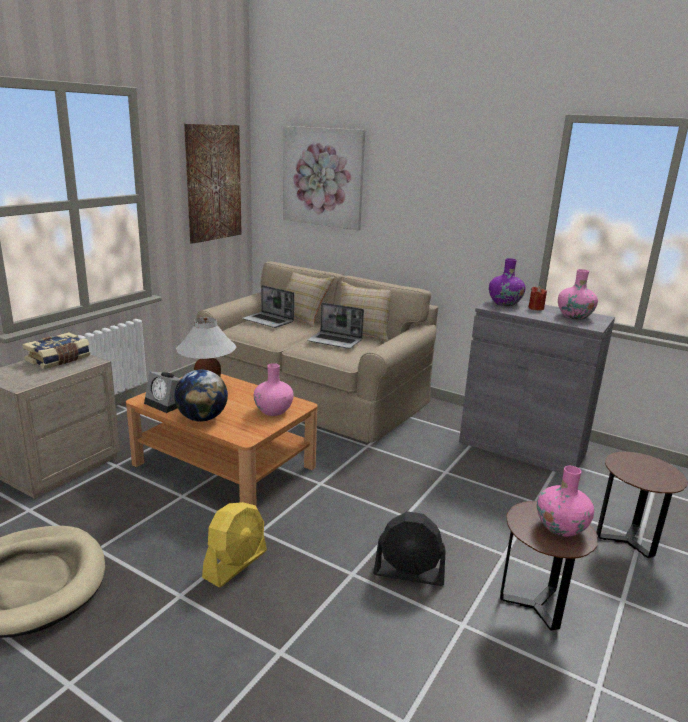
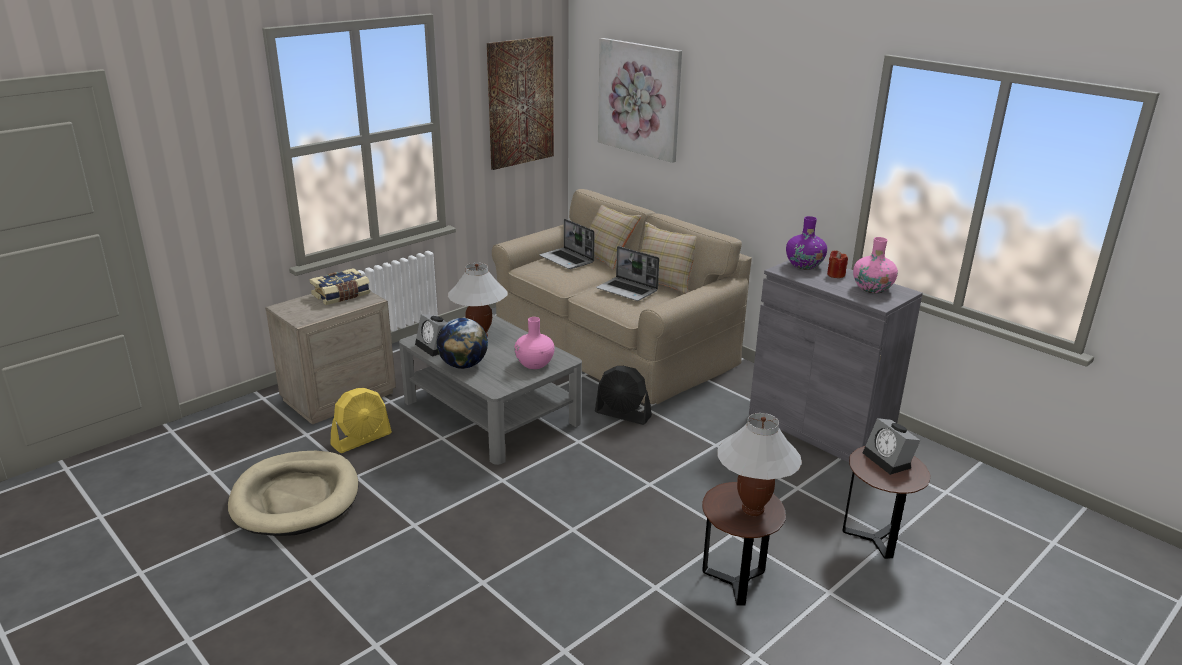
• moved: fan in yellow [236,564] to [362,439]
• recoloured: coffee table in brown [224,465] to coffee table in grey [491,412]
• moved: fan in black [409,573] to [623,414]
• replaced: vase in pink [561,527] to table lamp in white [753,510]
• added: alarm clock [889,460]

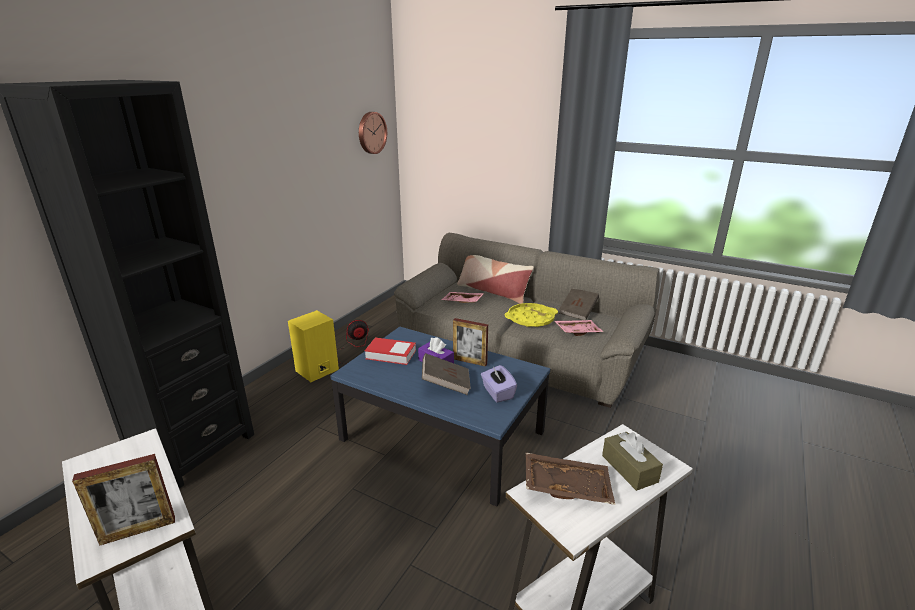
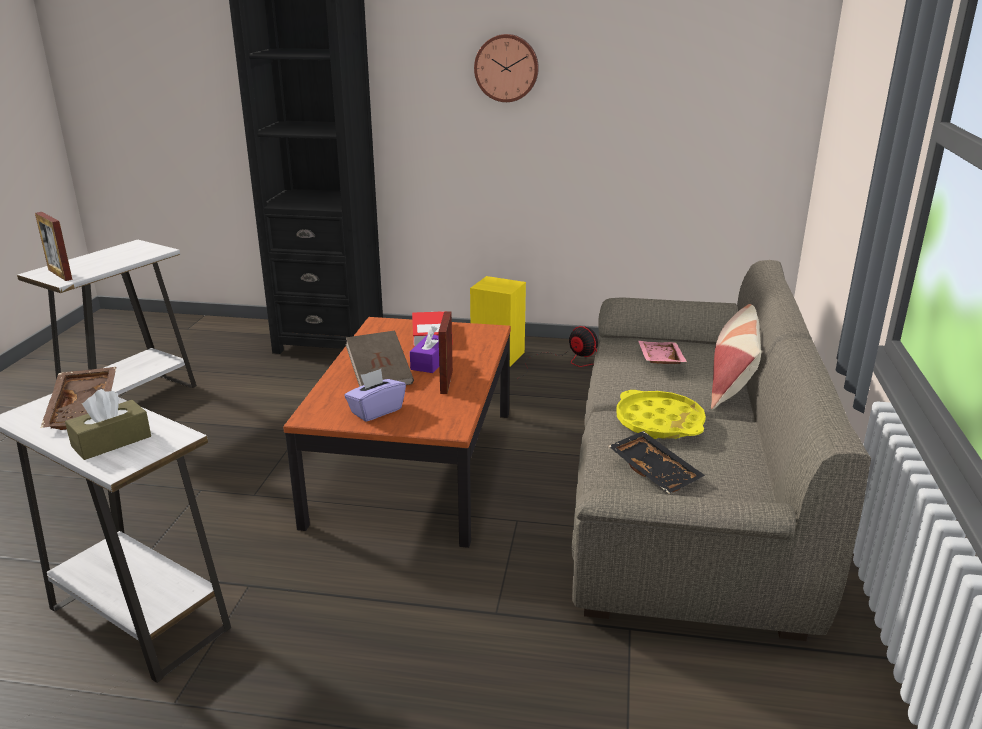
• recoloured: coffee table in blue [443,436] to coffee table in brown [415,466]
• moved: wall clock [371,132] to [506,68]
• recoloured: tray in pink [577,331] to tray in black [655,471]
• removed: book in brown [578,311]

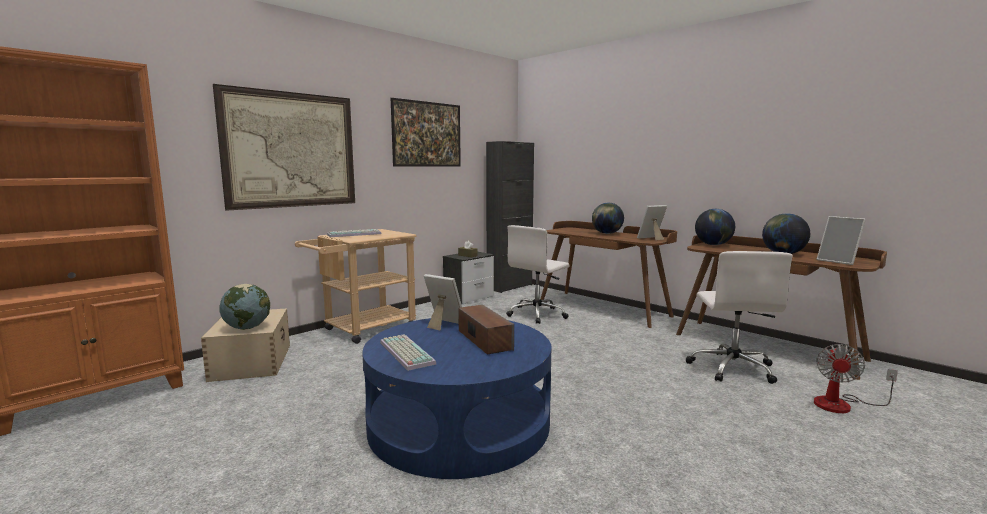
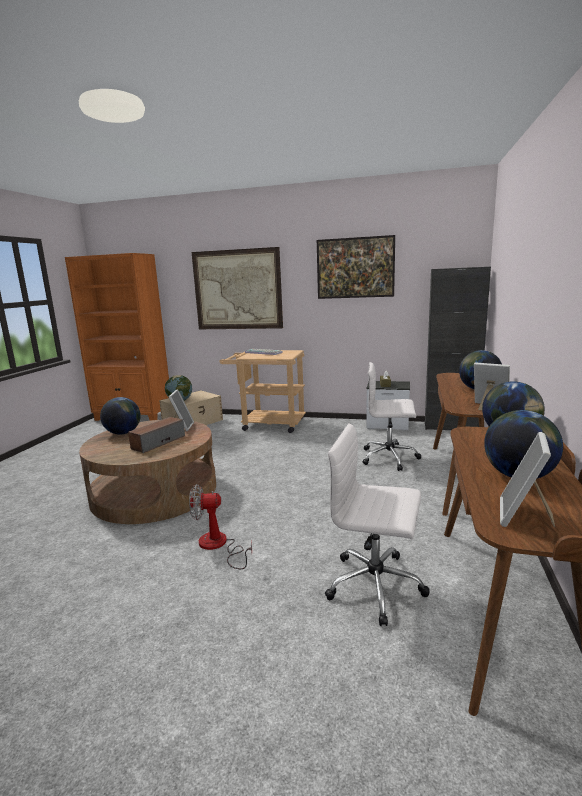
• recoloured: coffee table in blue [459,422] to coffee table in brown [155,491]
• replaced: keyboard [404,353] to globe [123,433]
• moved: fan [842,404] to [218,546]
• turned: office chair in white [732,368] = [377,586] 45 degrees clockwise

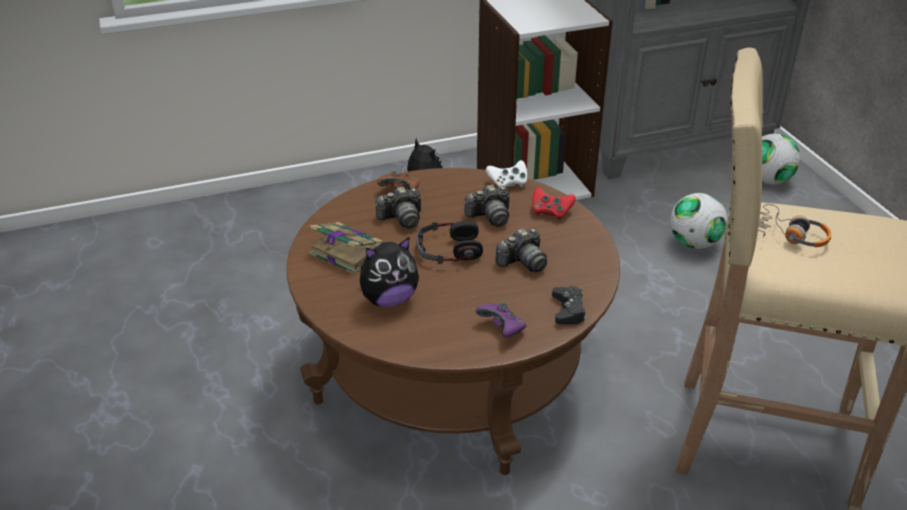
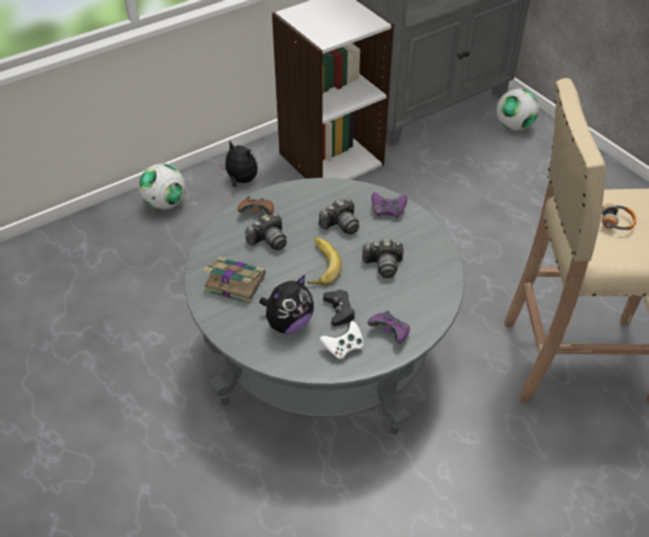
• moved: football [694,243] to [165,203]
• recoloured: coffee table in brown [453,369] to coffee table in grey [324,348]
• replaced: headphones [448,250] to banana [319,265]
• moved: game controller in white [508,183] to [343,347]
• moved: game controller in black [568,310] to [339,310]
• turned: photo camera [523,262] = [383,265] 45 degrees clockwise
• recoloured: game controller in red [550,212] to game controller in purple [388,211]

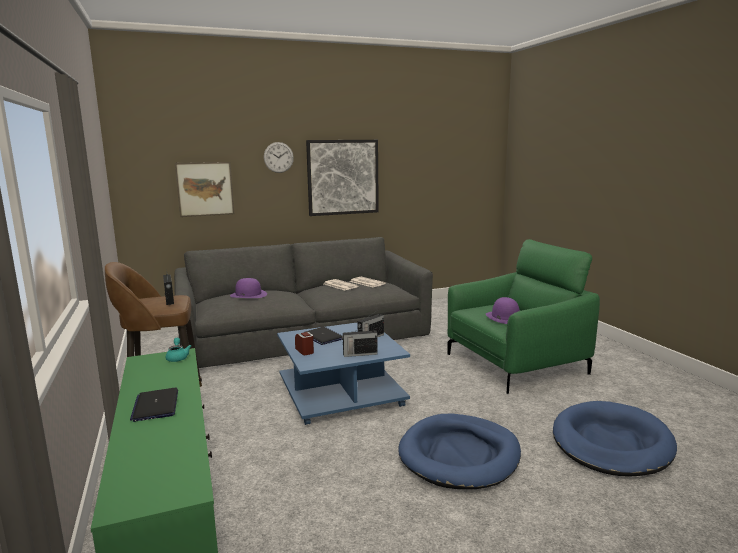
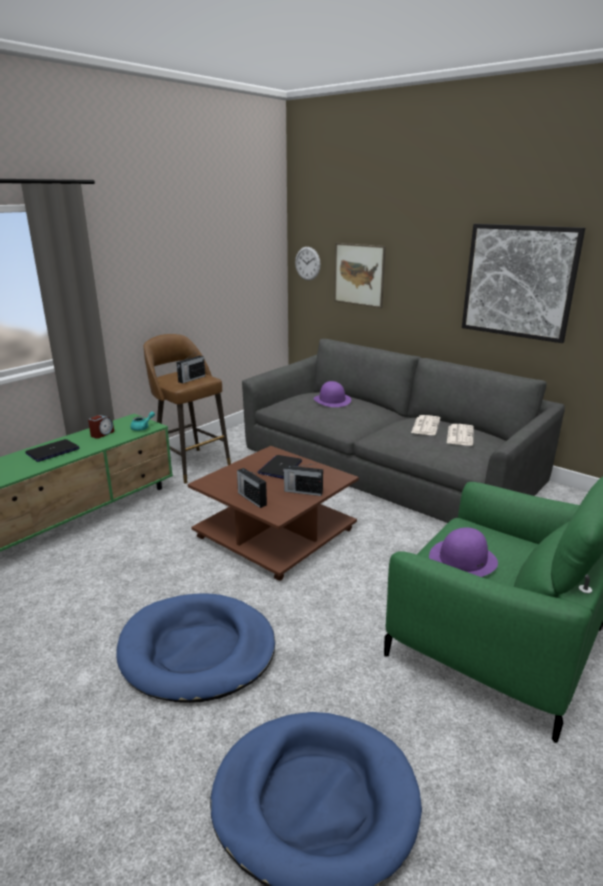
• moved: alarm clock [305,351] to [102,434]
• recoloured: coffee table in blue [342,392] to coffee table in brown [277,533]
• moved: wall clock [278,157] to [307,263]

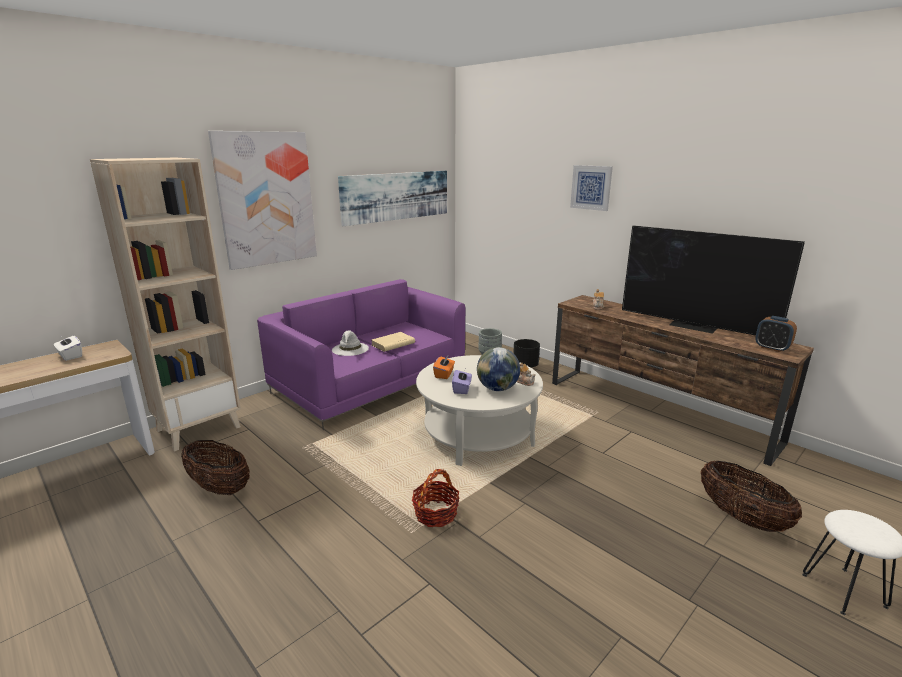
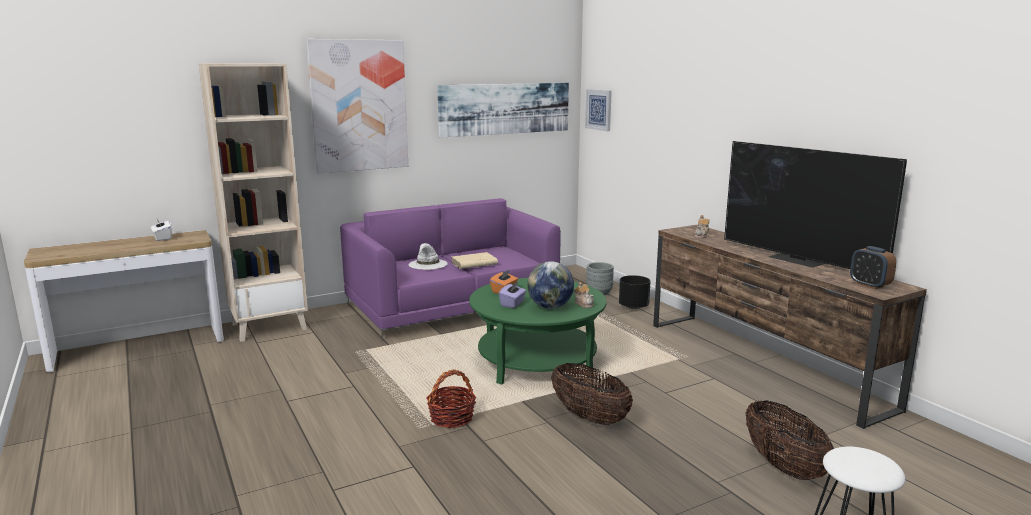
• recoloured: coffee table in white [478,434] to coffee table in green [537,361]
• moved: basket [219,487] to [589,417]
• moved: picture [591,187] to [599,109]

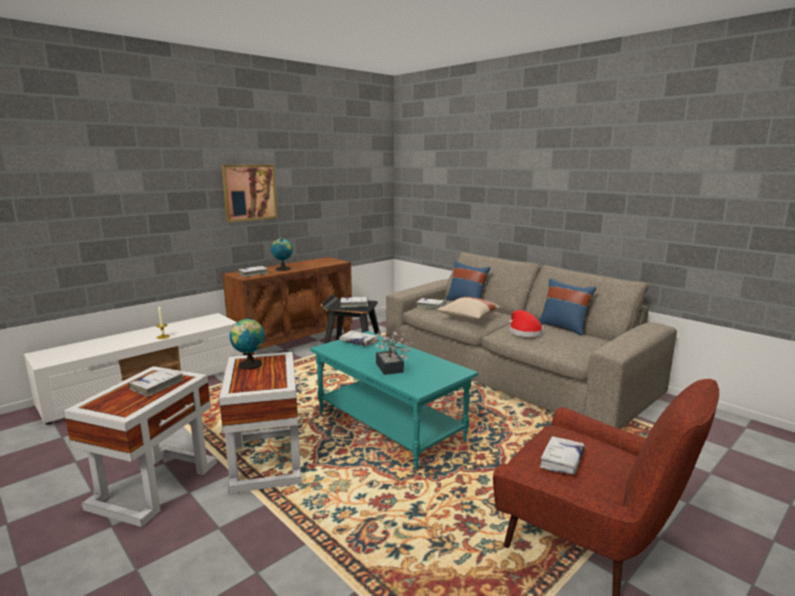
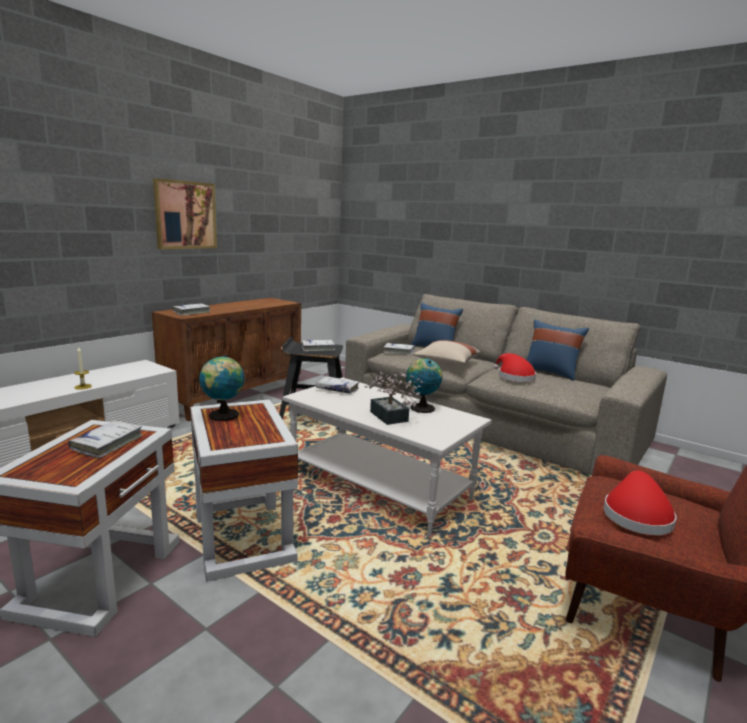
• recoloured: coffee table in turquoise [390,425] to coffee table in white [380,486]
• moved: globe [282,269] to [421,408]
• replaced: book in white [562,460] to hat in red [636,515]

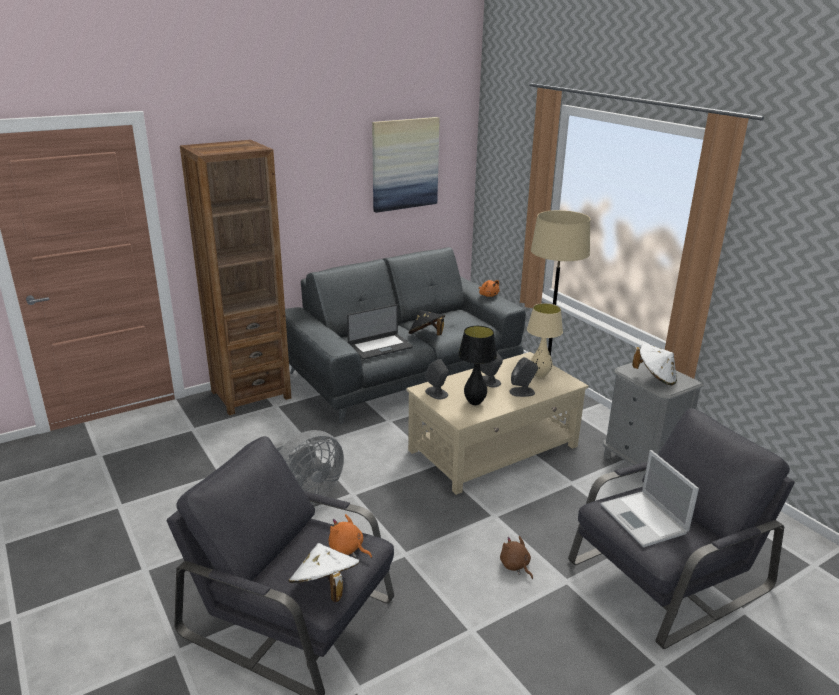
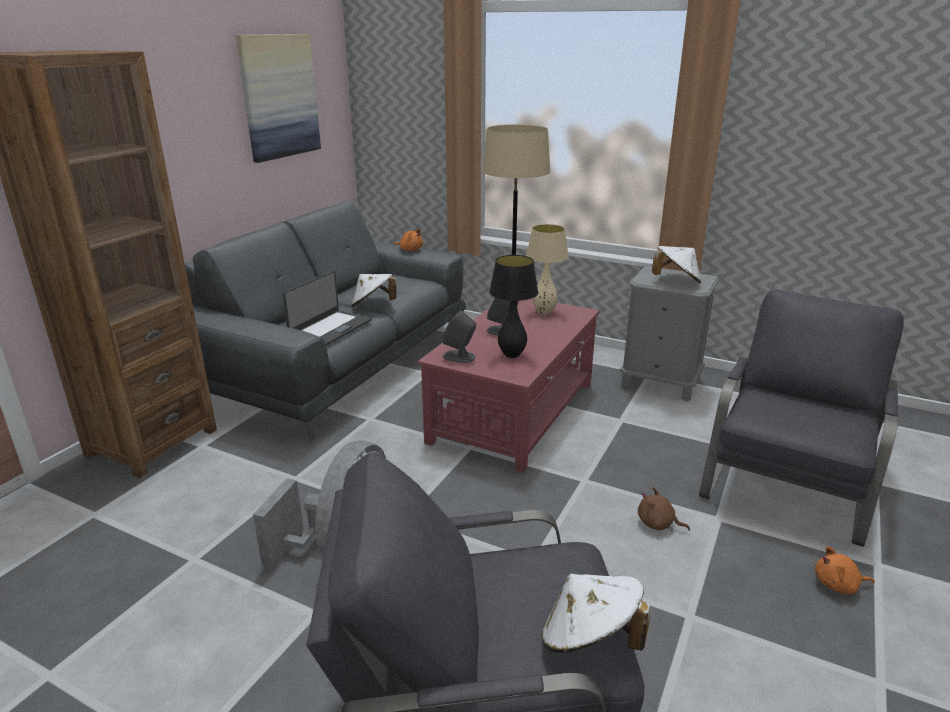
• recoloured: hat in black [426,336] to hat in white [373,305]
• recoloured: coffee table in beige [494,448] to coffee table in red [514,411]
• moved: plush toy in orange [348,549] to [838,585]
• removed: speaker in grey [522,392]
• removed: laptop [644,520]

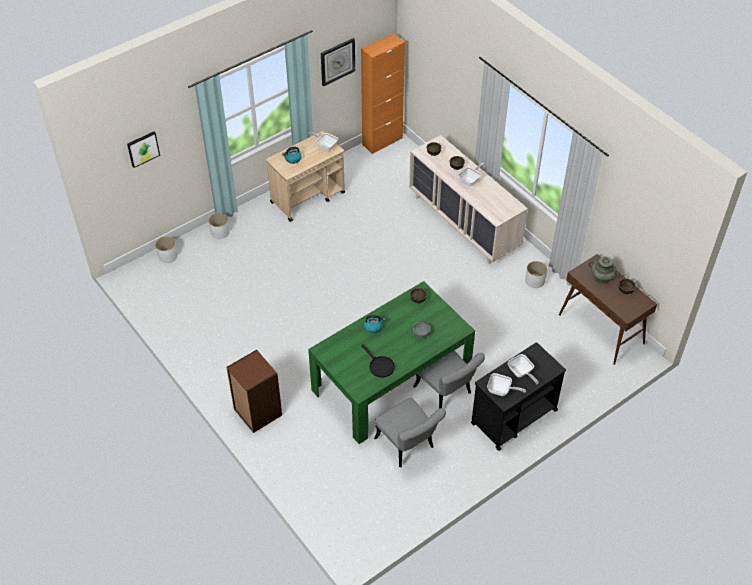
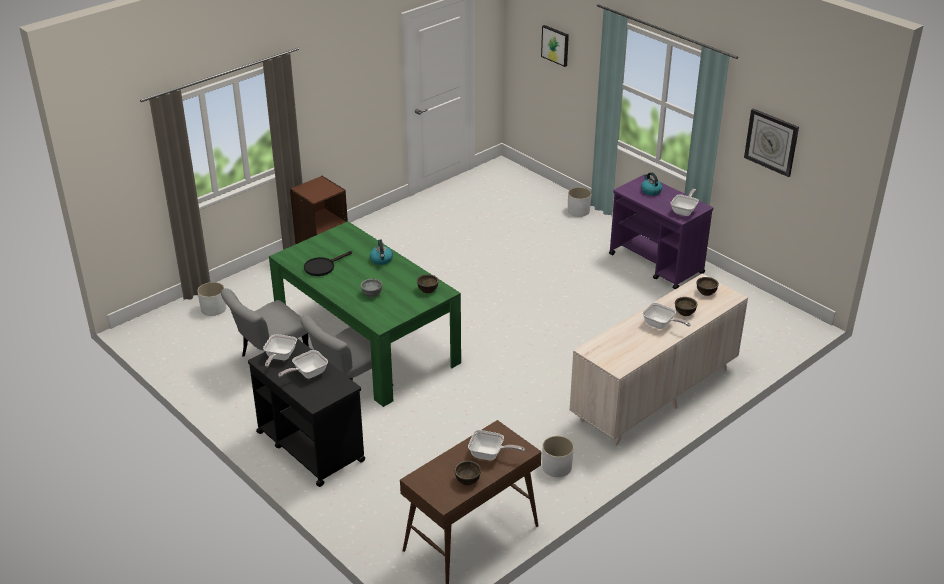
• moved: planter in white [168,256] to [213,308]
• replaced: vase in turquoise [602,278] to frying pan [490,455]
• recoloured: cart in beige [308,197] to cart in purple [656,264]
• removed: cabinet in orange [382,141]

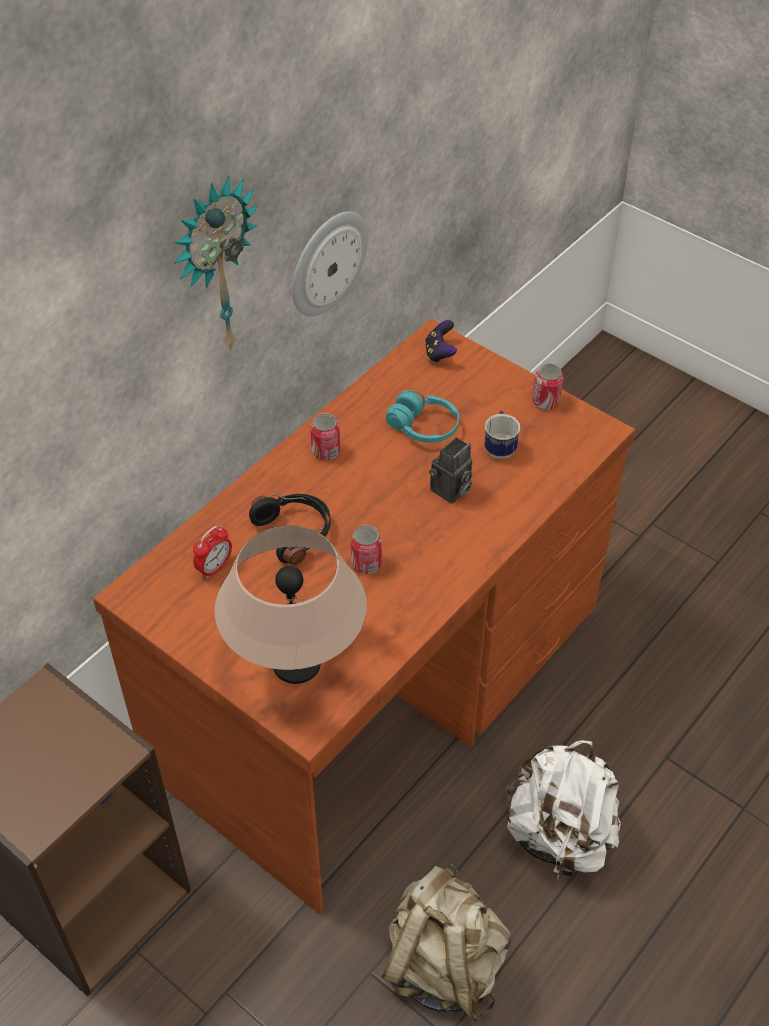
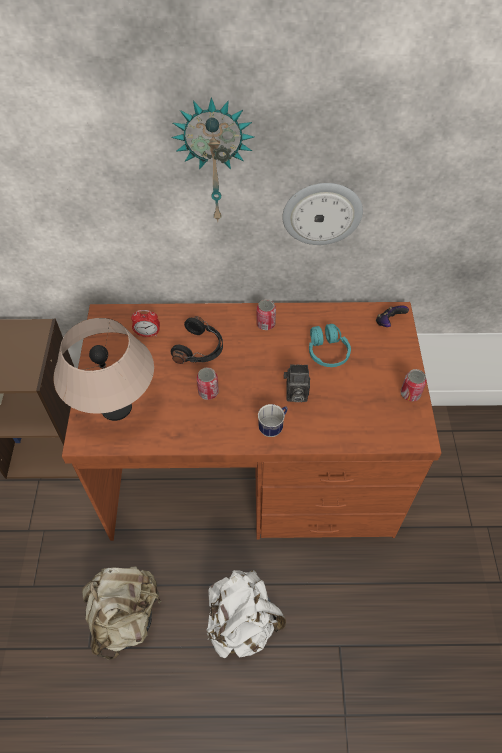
• moved: mug [500,447] to [273,427]

